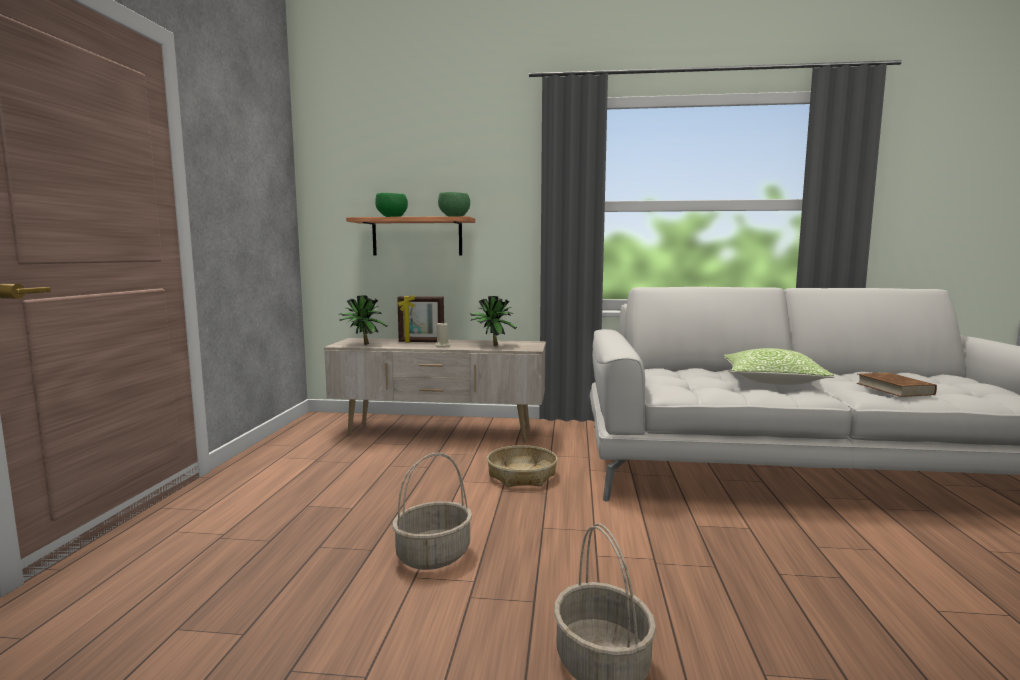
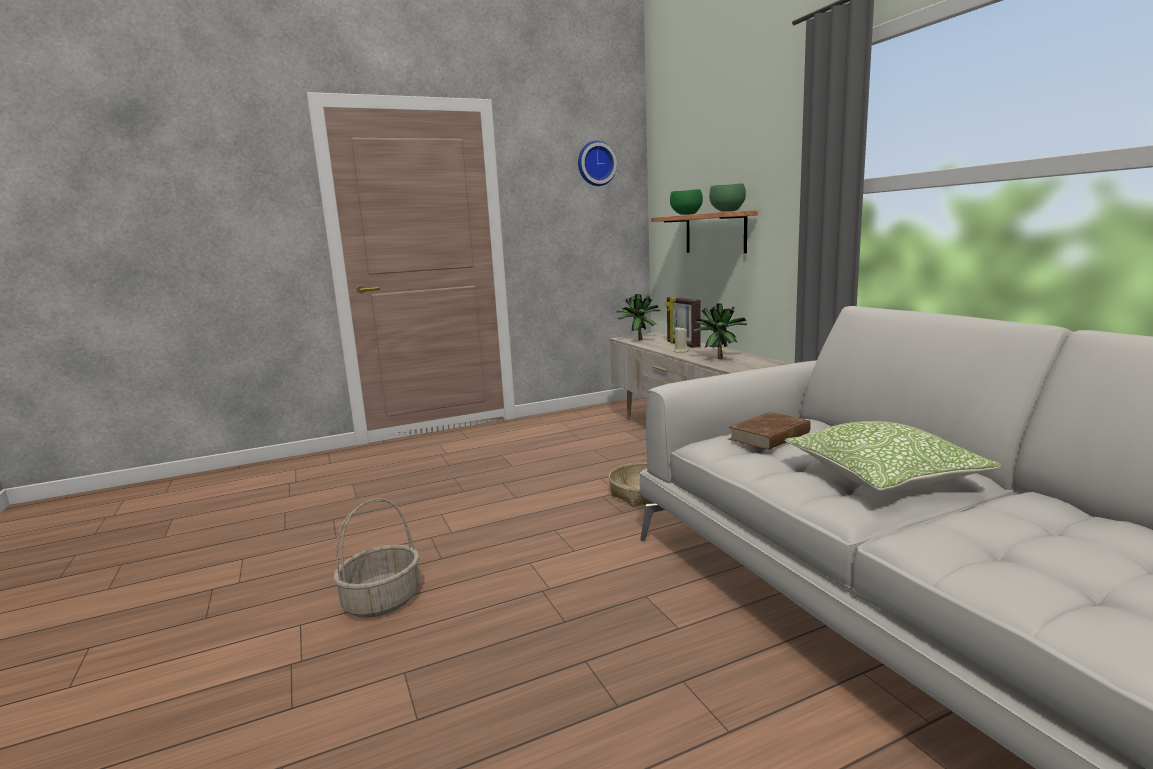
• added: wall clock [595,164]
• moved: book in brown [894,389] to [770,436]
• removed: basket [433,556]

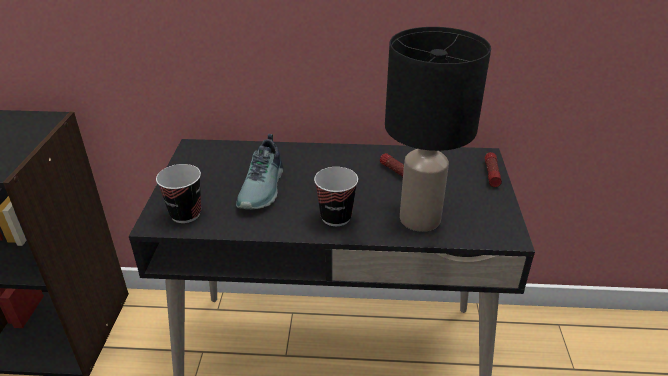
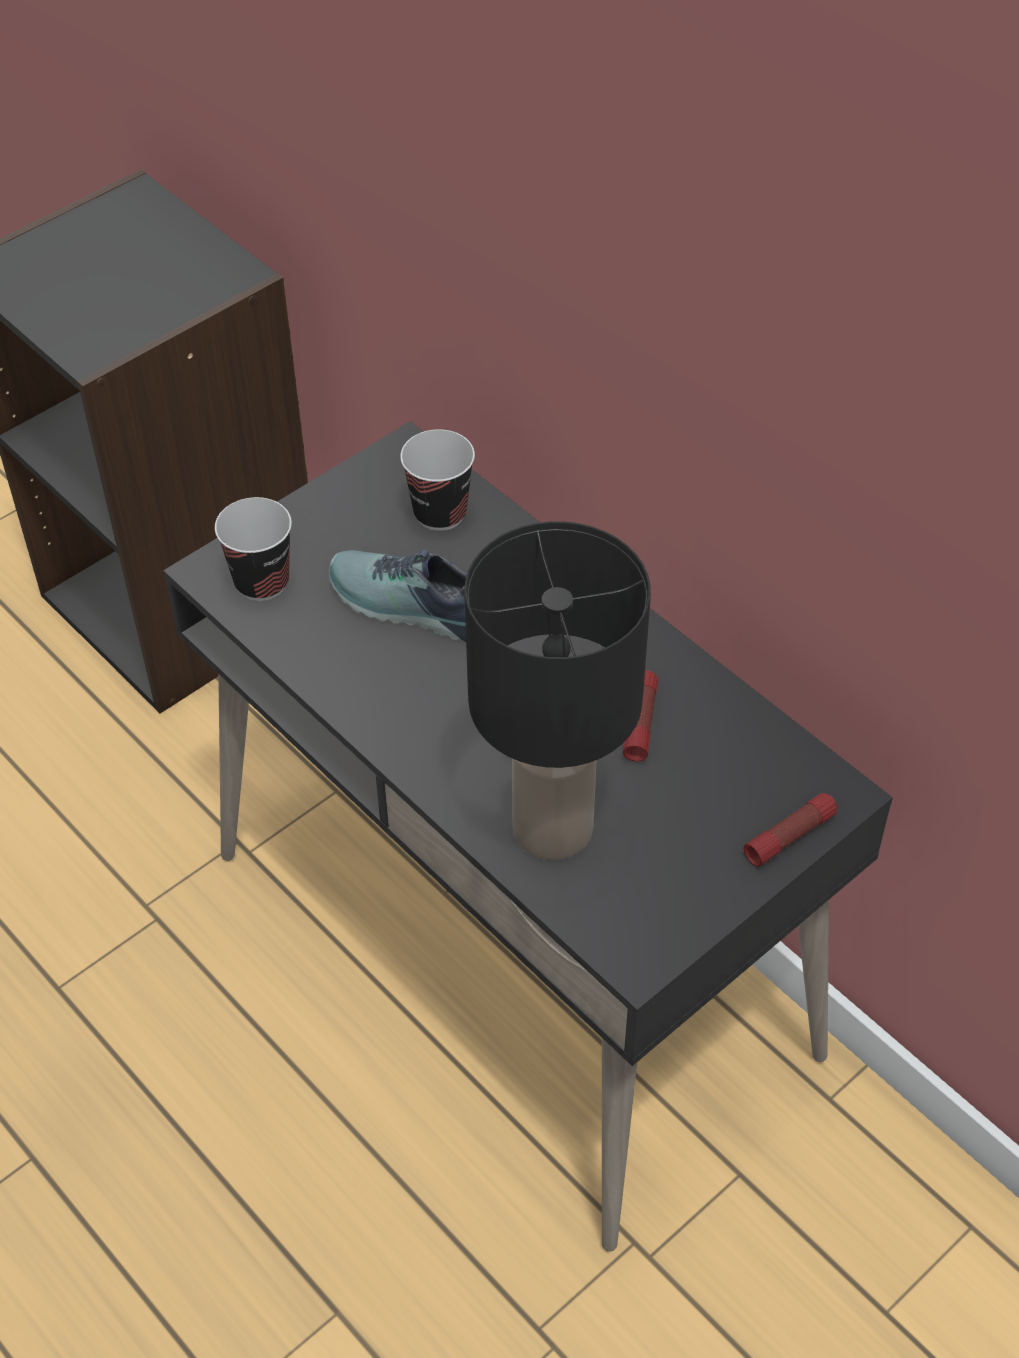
• turned: shoe [264,188] = [411,607] 60 degrees clockwise
• moved: cup [336,217] to [440,513]

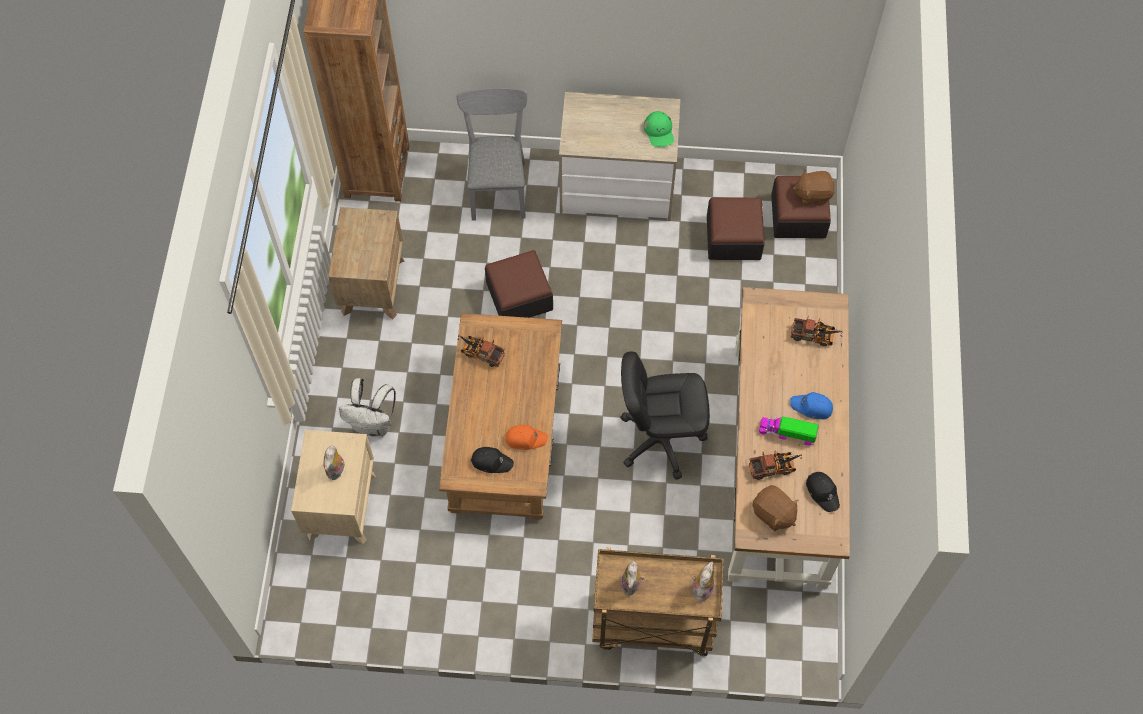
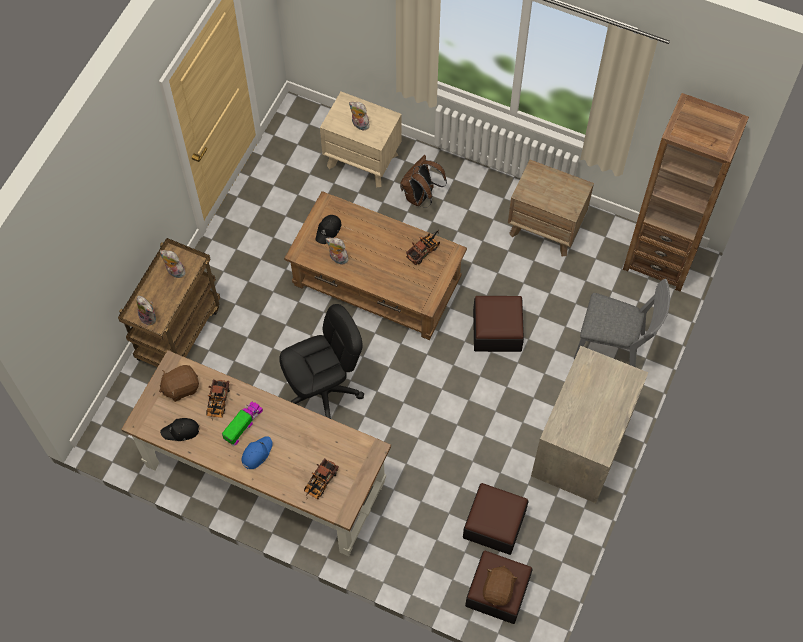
• turned: office chair in black [660,439] = [324,392] 45 degrees clockwise
• replaced: cap in orange [525,438] to plush toy [337,259]
• recoloured: backpack in white [373,424] to backpack in brown [420,197]
• removed: cap in green [659,131]

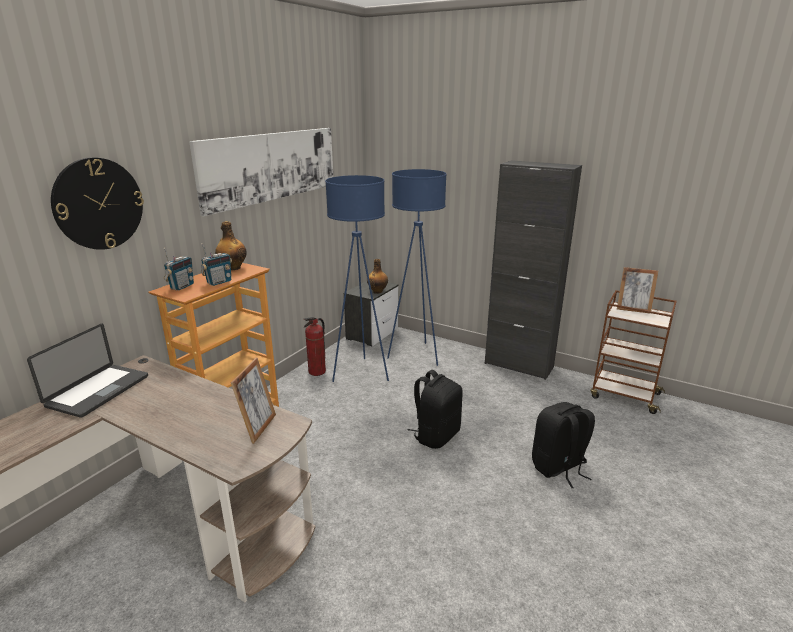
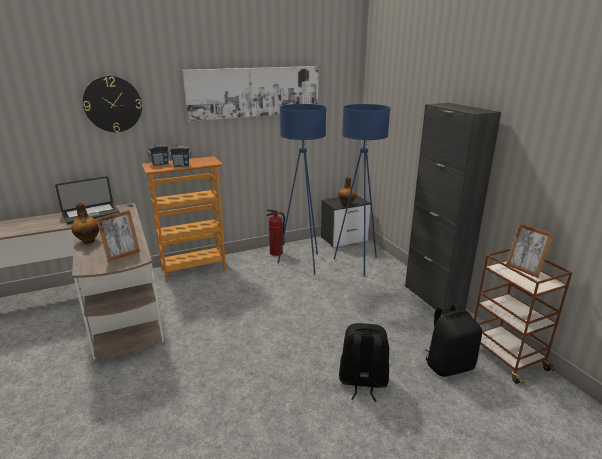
• moved: bottle [233,268] to [88,241]
• moved: backpack in black [436,435] to [449,365]

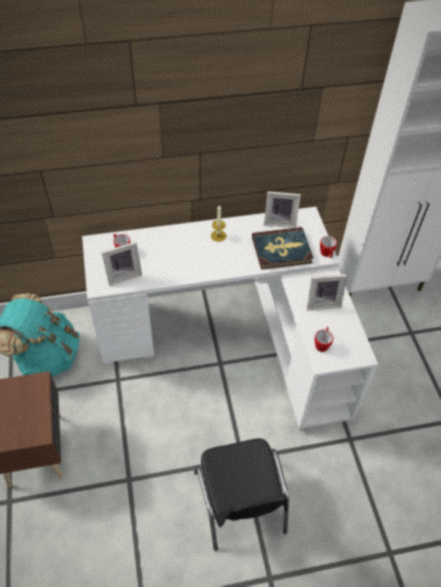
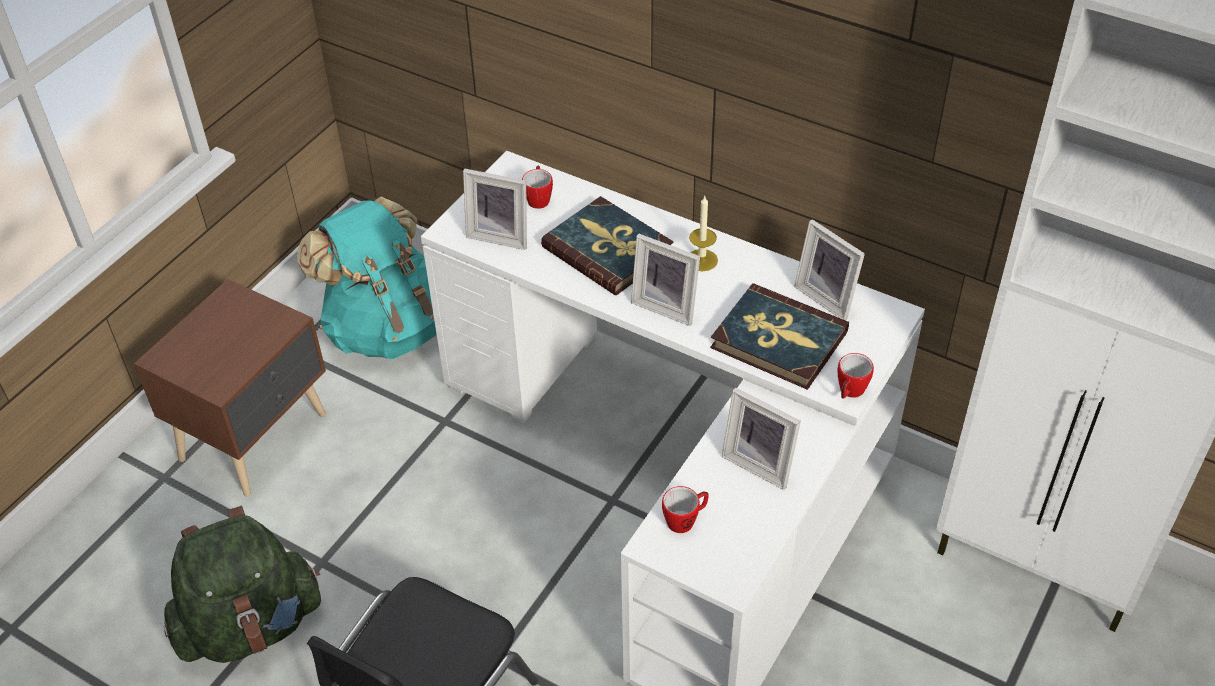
• added: backpack in green [251,626]
• added: book [608,250]
• added: picture frame [667,305]

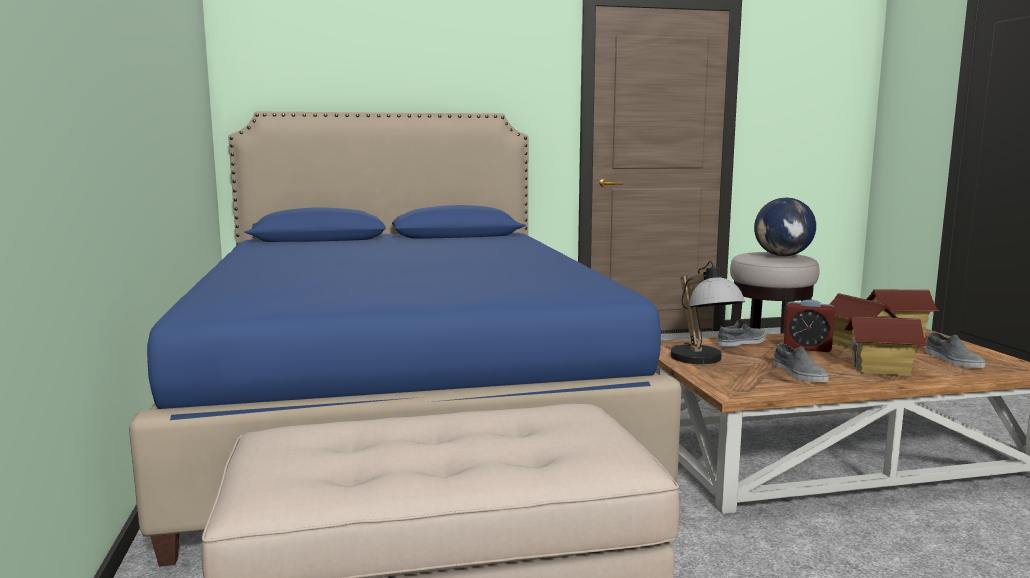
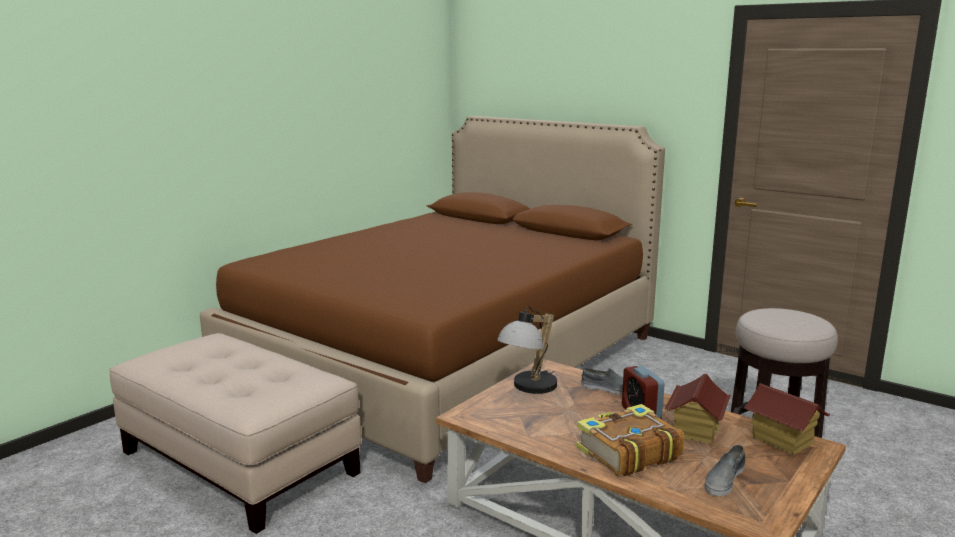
• recoloured: bed in blue [403,415] to bed in brown [448,361]
• replaced: toy house [880,369] to book [627,453]
• removed: globe [783,256]
• removed: shoe in grey [799,373]

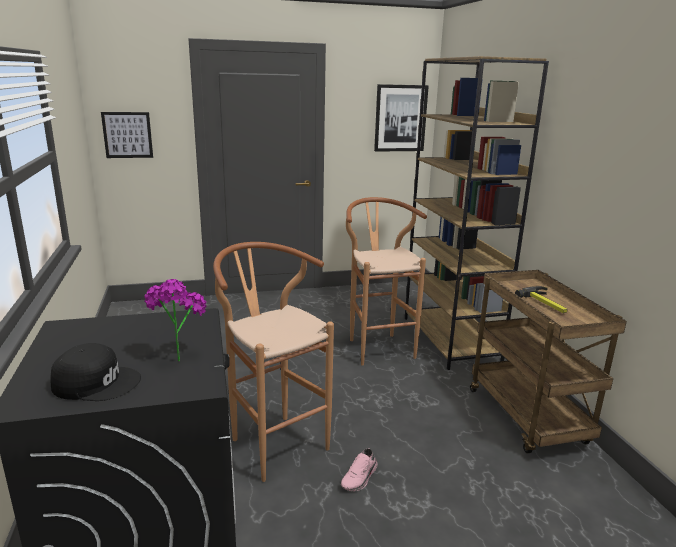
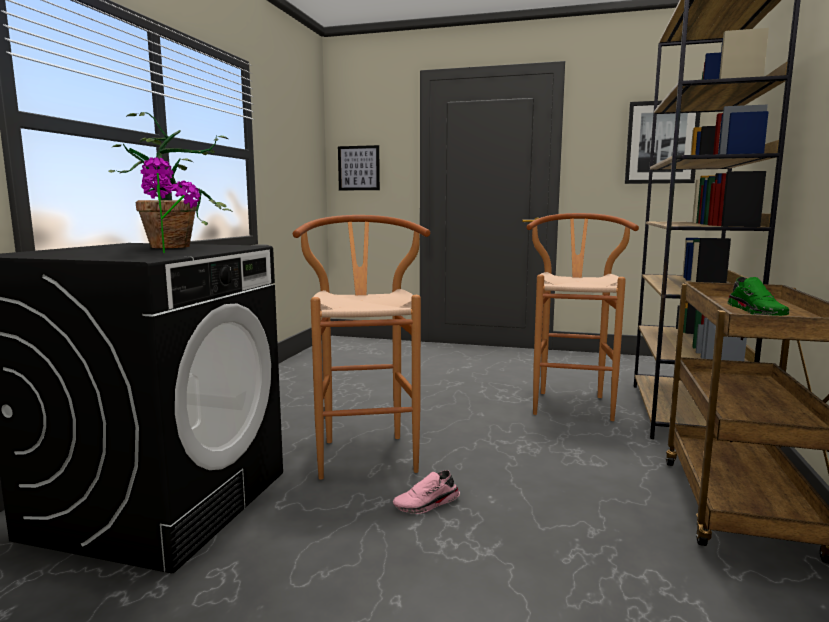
• added: potted plant [179,246]
• replaced: hammer [546,304] to shoe in green [758,312]
• removed: cap in black [97,382]

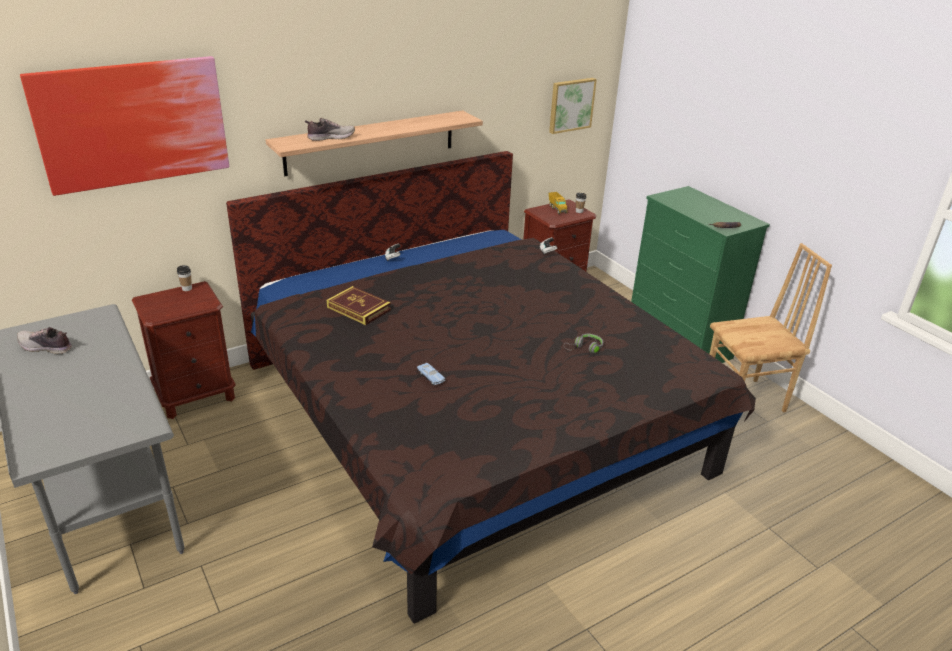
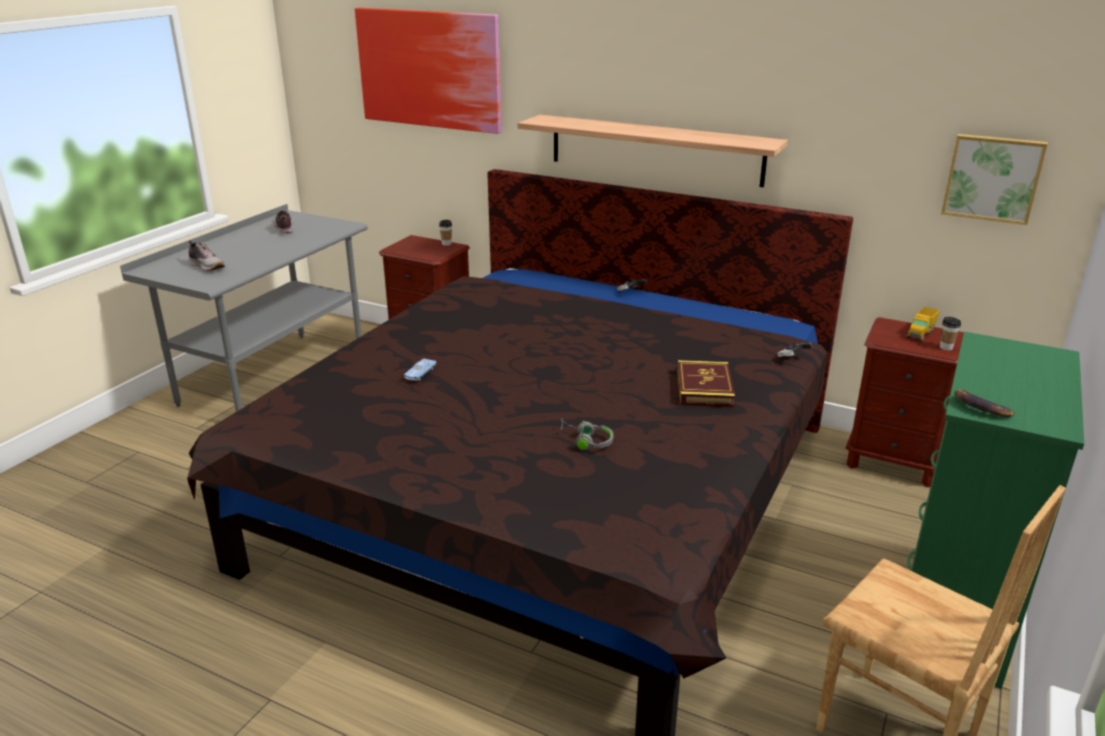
• moved: shoe [330,137] to [207,266]
• moved: book [359,308] to [704,388]

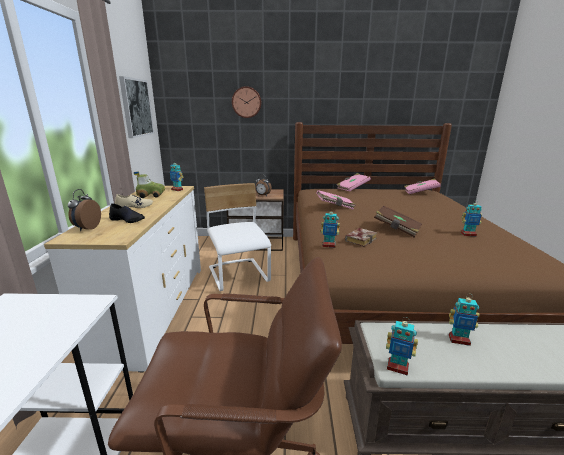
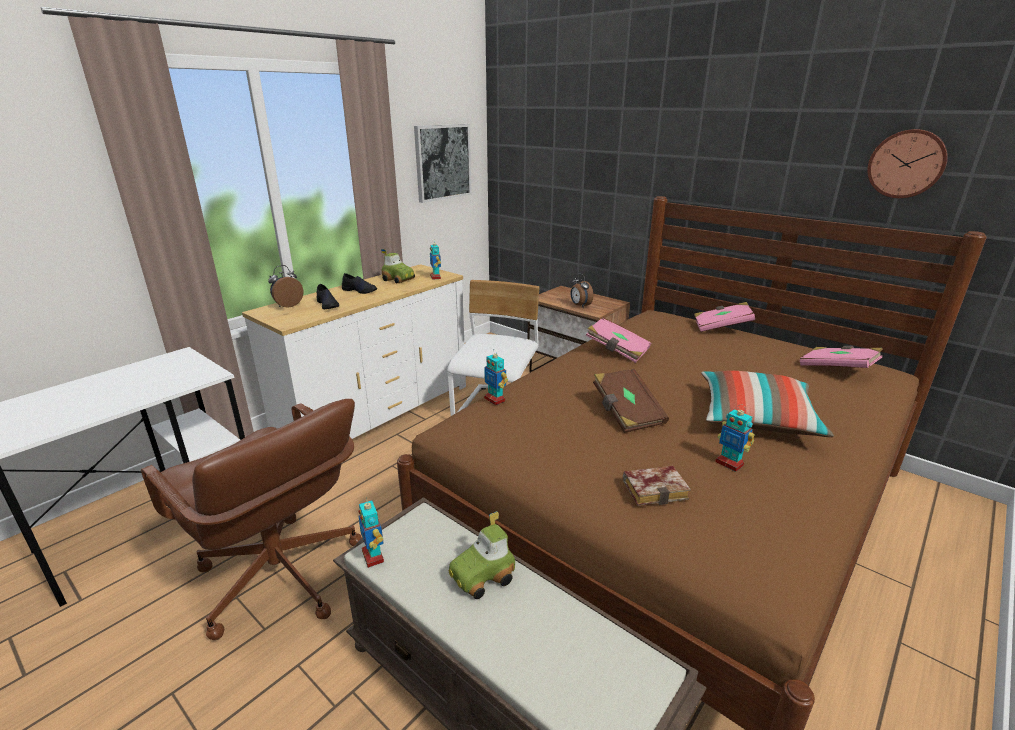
• recoloured: shoe in beige [134,207] to shoe in black [360,290]
• replaced: toy robot [459,340] to toy car [482,577]
• moved: book [360,239] to [656,489]
• added: pillow [756,418]
• moved: wall clock [246,102] to [906,164]

